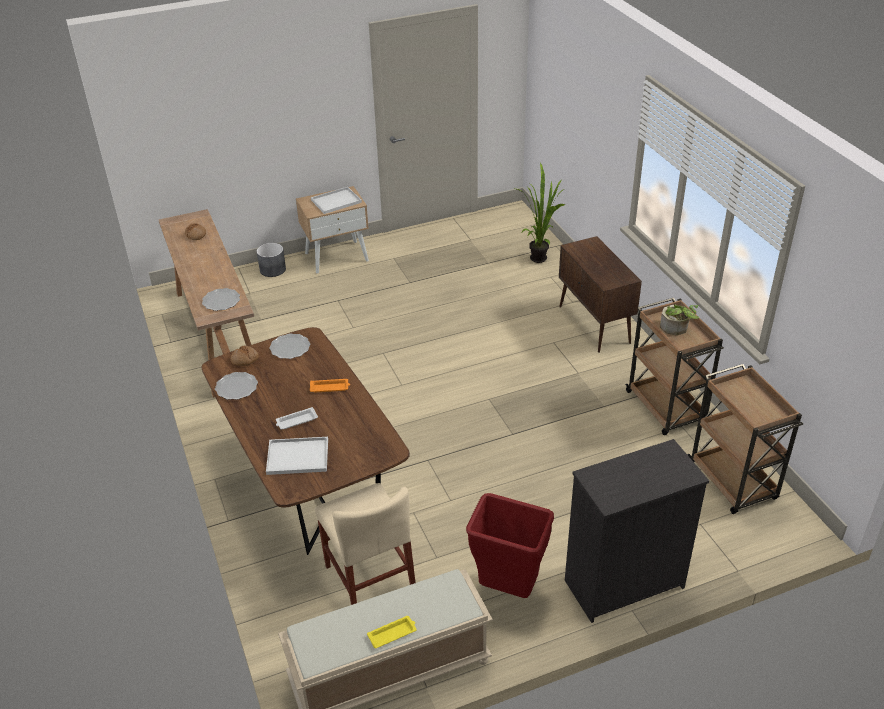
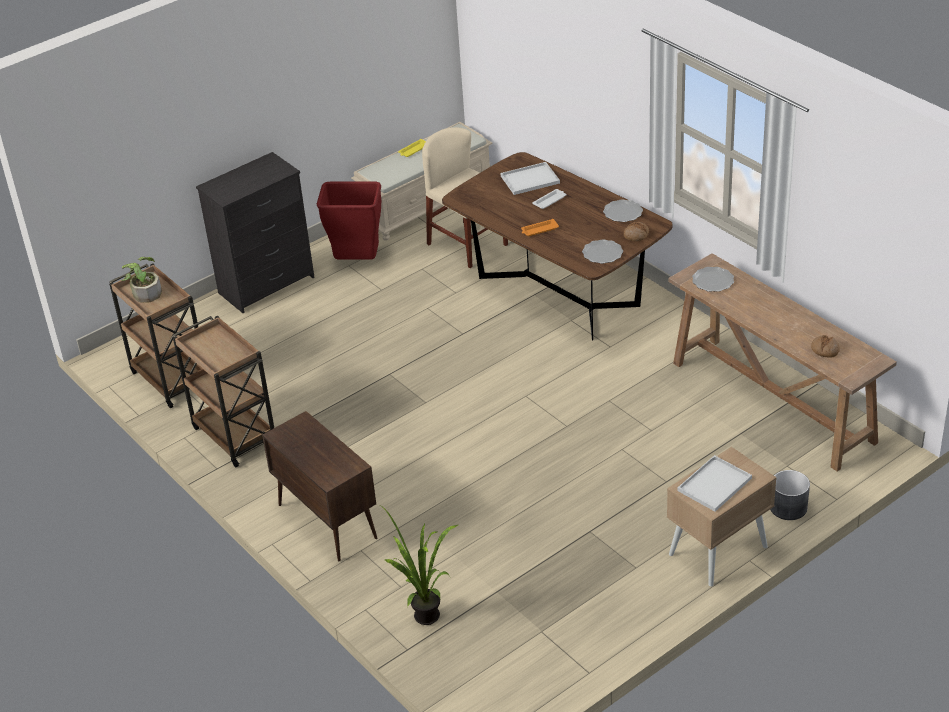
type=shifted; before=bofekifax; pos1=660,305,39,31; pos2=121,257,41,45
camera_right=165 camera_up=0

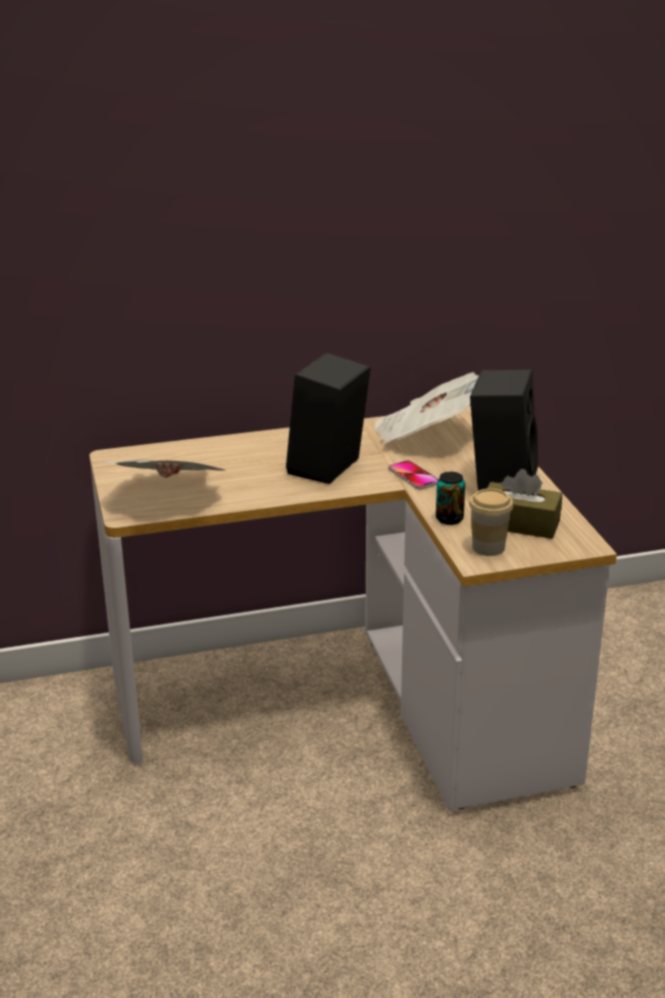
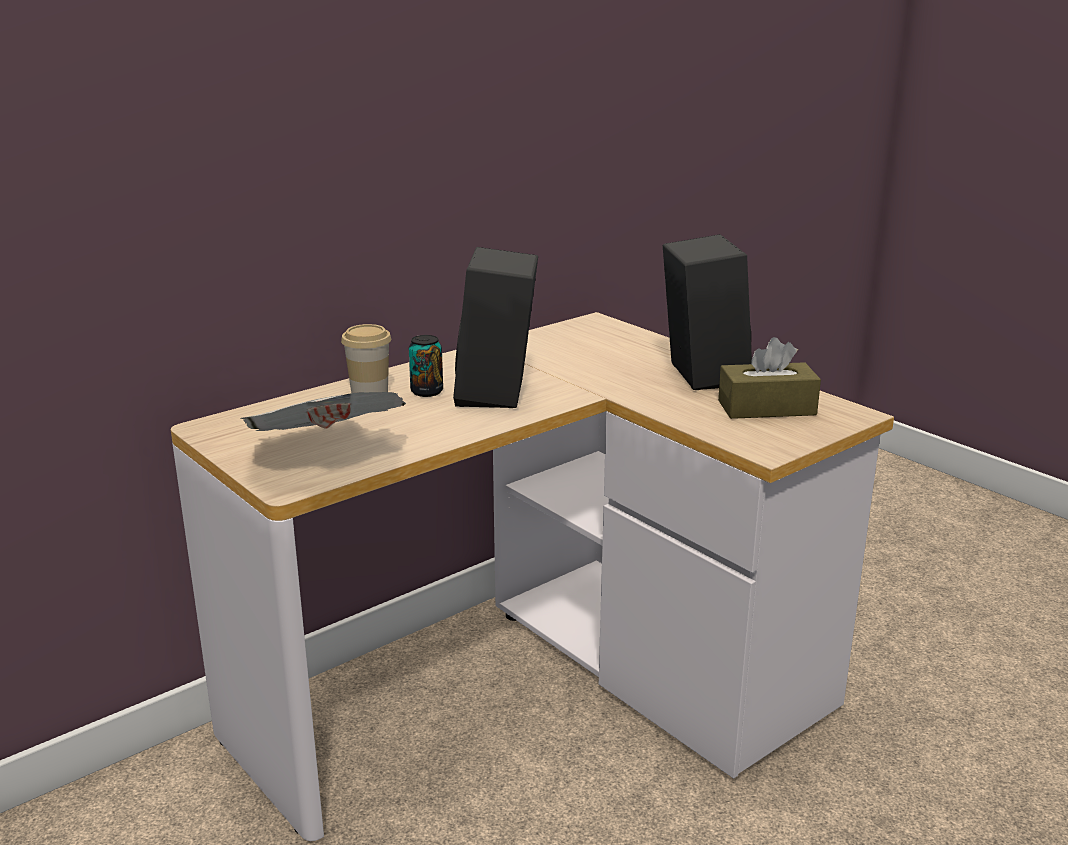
type=gone; before=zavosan; pos1=374,372,105,72
type=gone; before=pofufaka; pos1=388,460,51,30
type=shifted; before=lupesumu; pos1=436,472,29,53; pos2=409,335,34,62
type=shifted; before=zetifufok; pos1=469,489,44,67; pos2=341,324,50,69
camera_right=-25 camera_up=-5

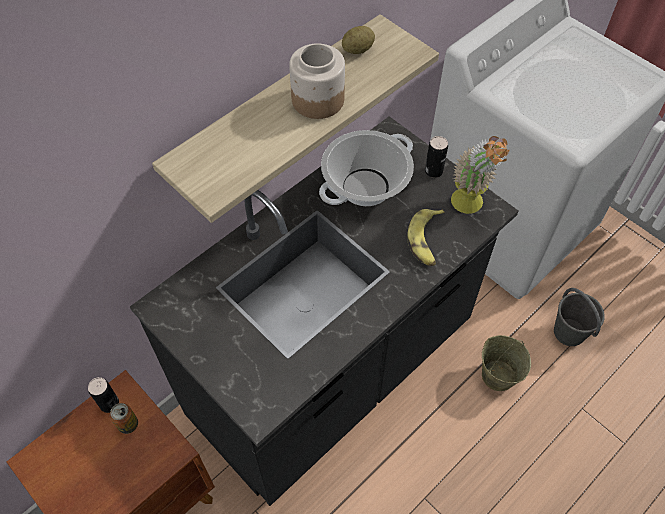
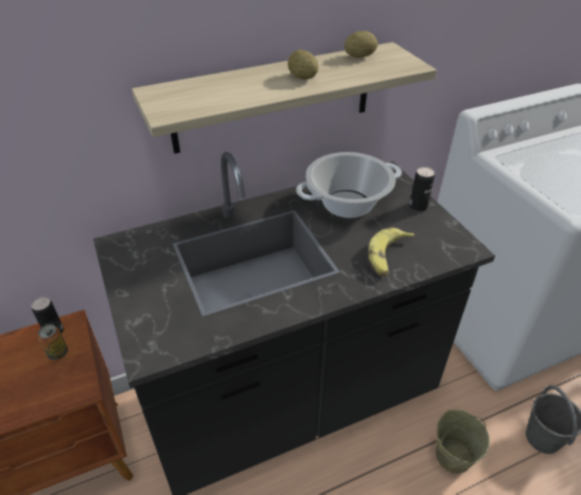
type=gone; before=bofekifax; pos1=451,136,59,78
type=swapped; before=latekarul; after=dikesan; pos1=289,43,56,76; pos2=288,50,31,30
camera_right=20 camera_up=-15

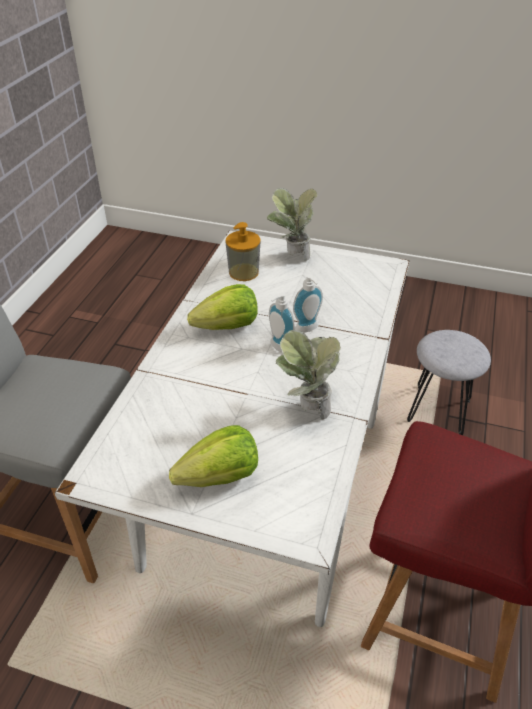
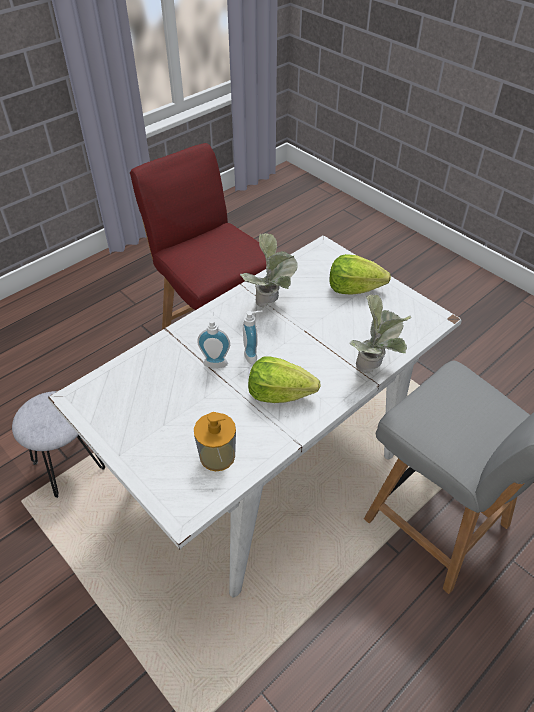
type=shifted; before=bofekifax; pos1=266,188,52,73; pos2=350,294,61,79
camera_right=-150 camera_up=5

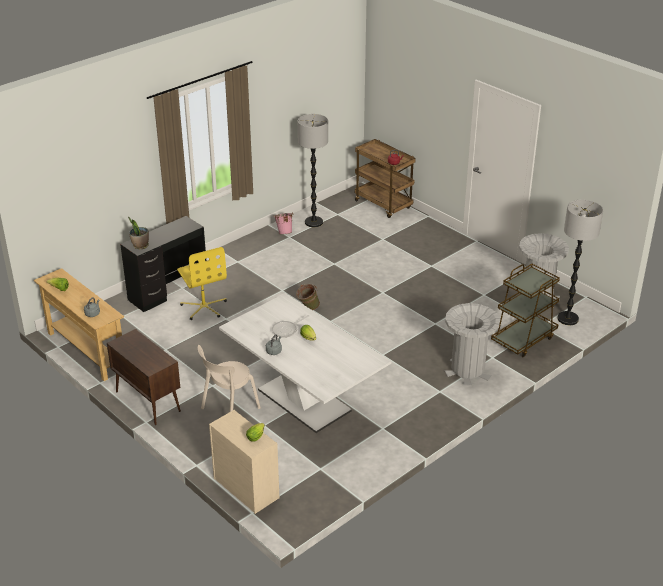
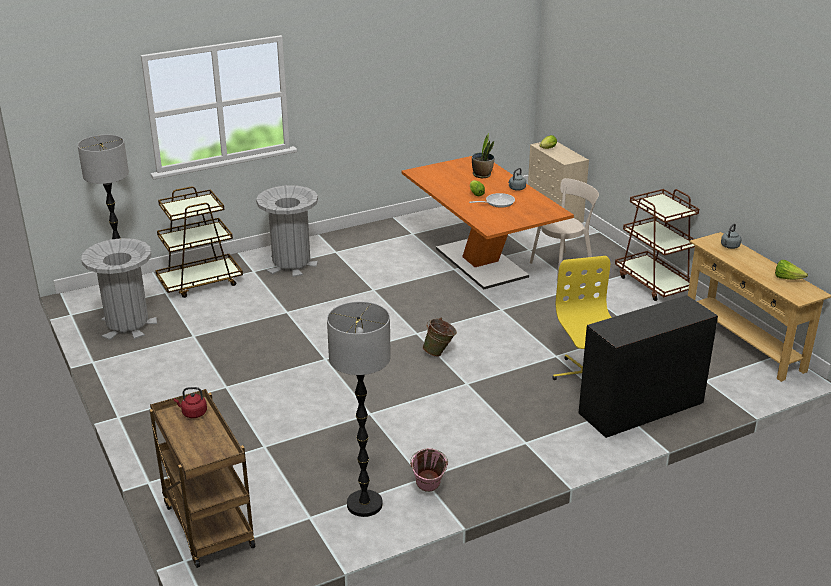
type=shifted; before=bofekifax; pos1=128,216,21,33; pos2=472,133,23,45
type=swapped; before=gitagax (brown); after=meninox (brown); pos1=107,329,74,96; pos2=615,189,84,112
type=repainted; before=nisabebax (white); after=nisabebax (orange); pos1=219,293,172,140; pos2=401,156,173,133
camera_right=-165 camera_up=-5

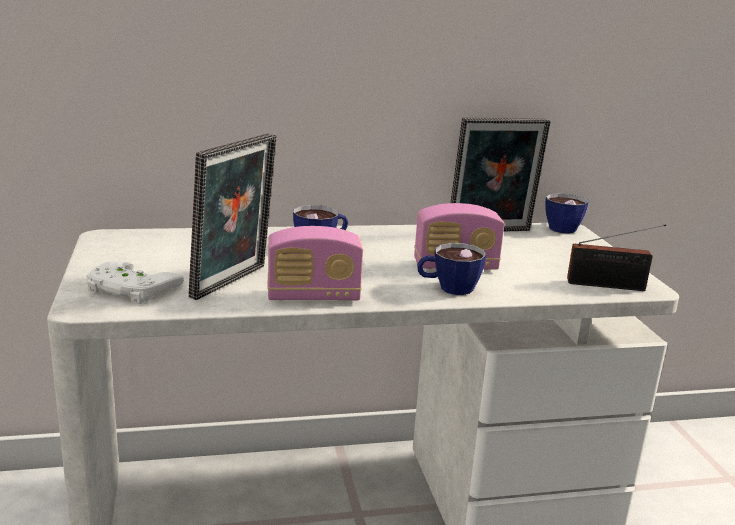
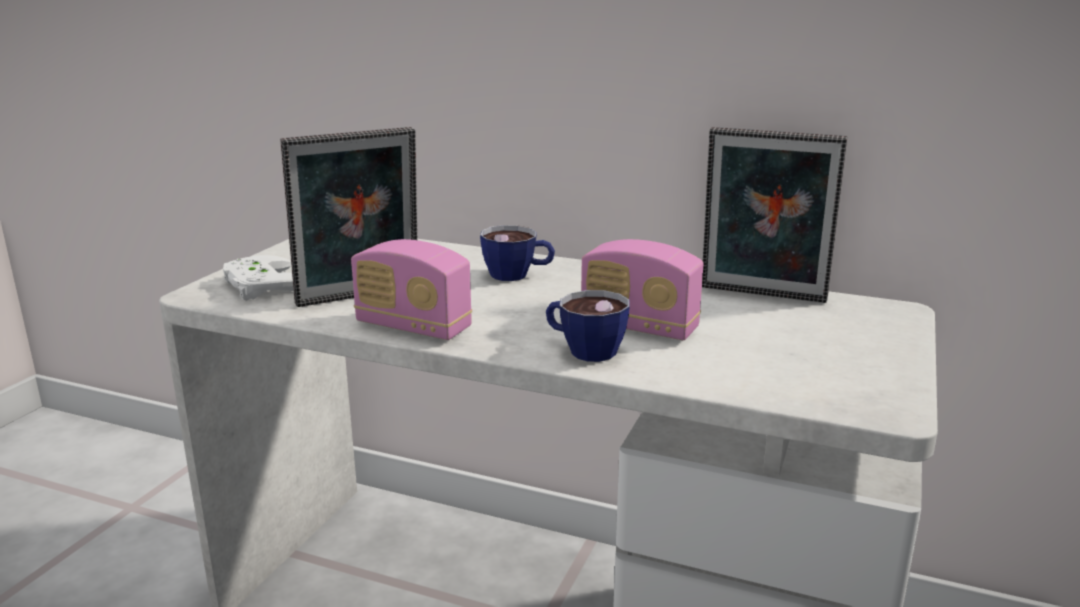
type=gone; before=zetifufok; pos1=545,193,44,40
type=gone; before=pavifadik; pos1=567,224,99,67
camera_right=35 camera_up=0

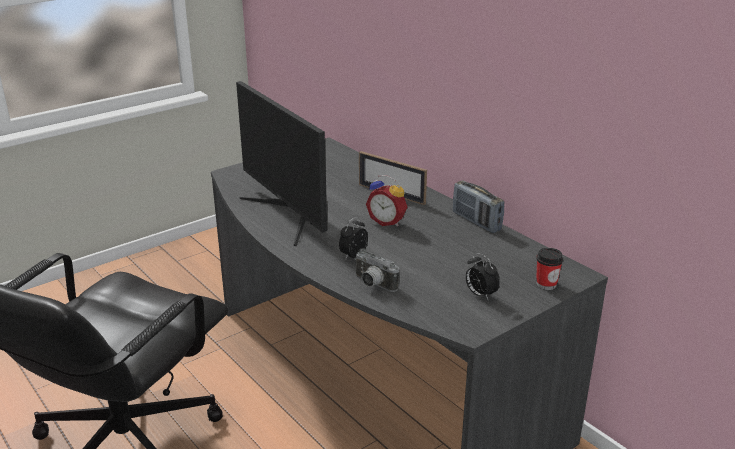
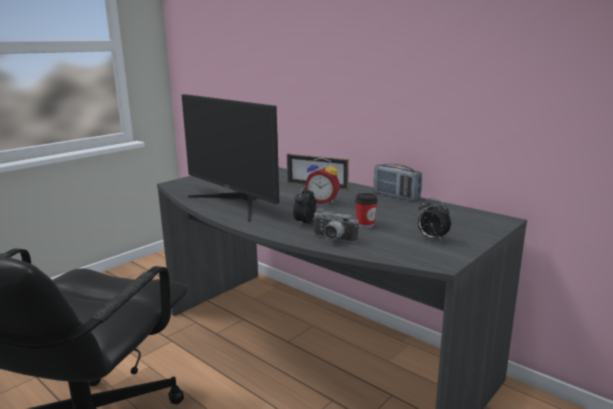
type=shifted; before=zetifufok; pos1=536,248,27,42; pos2=355,193,23,35
camera_right=-10 camera_up=-10

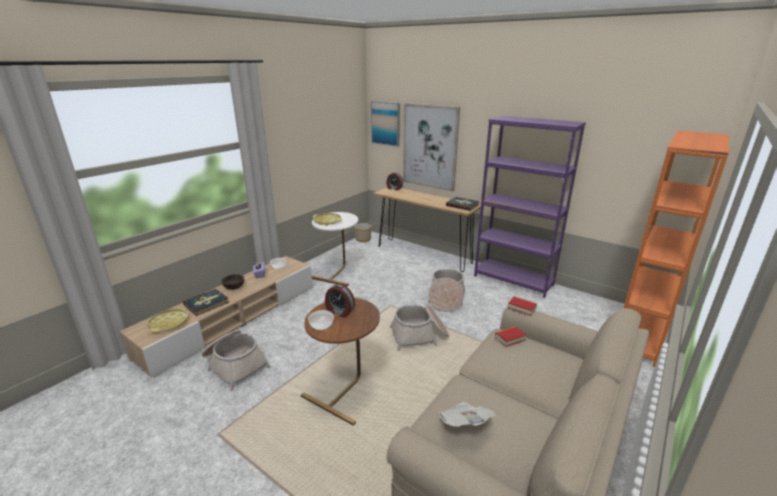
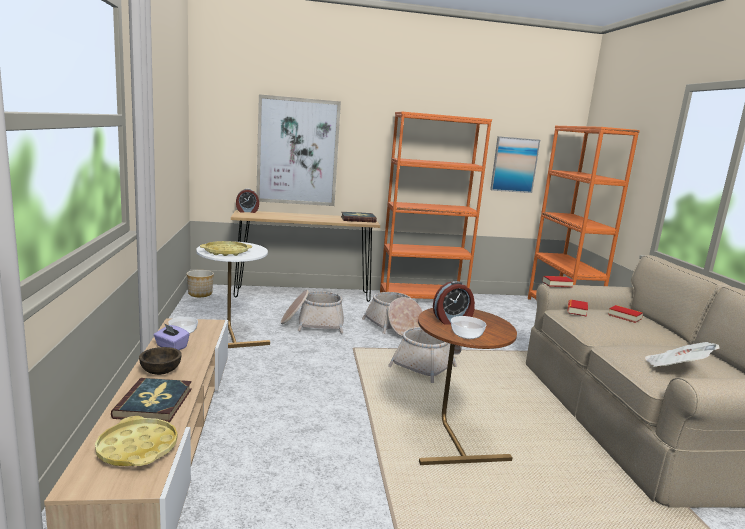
type=new; after=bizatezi; pos2=608,305,35,18
type=shifted; before=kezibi; pos1=202,330,69,61; pos2=281,290,63,44
type=shifted; before=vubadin; pos1=371,101,29,46; pos2=490,136,50,57
type=repainted; before=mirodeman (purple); after=mirodeman (orange); pos1=474,116,112,182; pos2=380,112,112,187
camera_right=-45 camera_up=-10

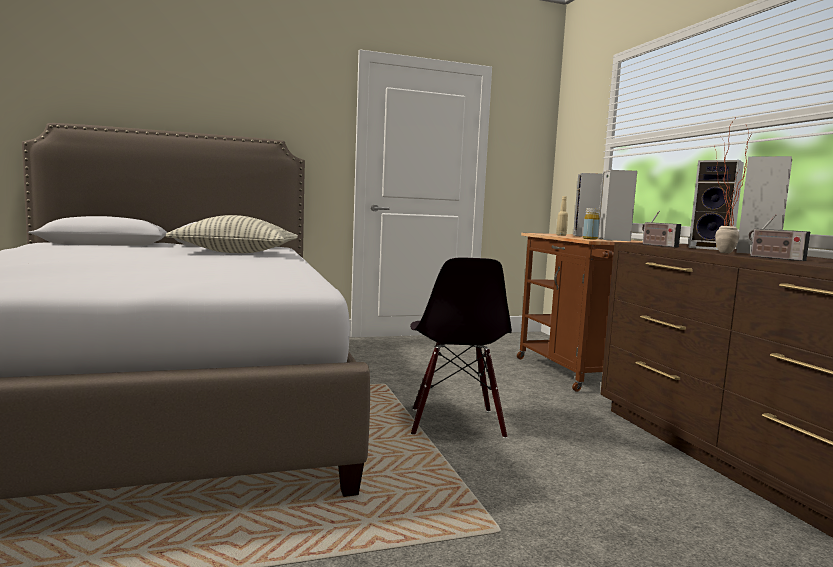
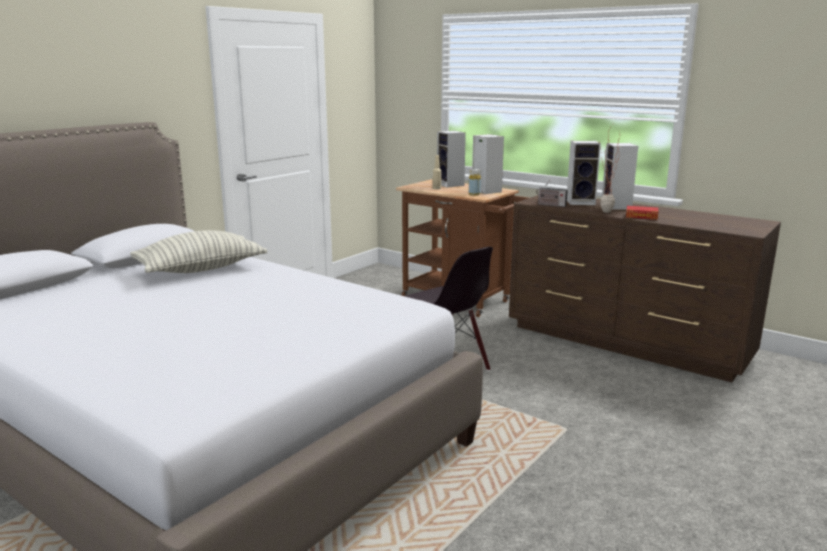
type=swapped; before=pavifadik; after=bizatezi; pos1=749,214,61,47; pos2=626,206,33,14
camera_right=-35 camera_up=10

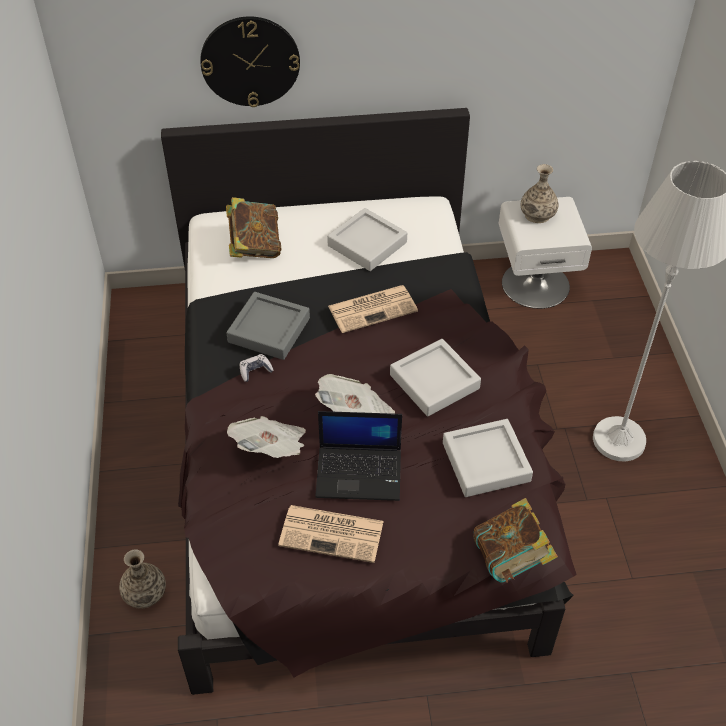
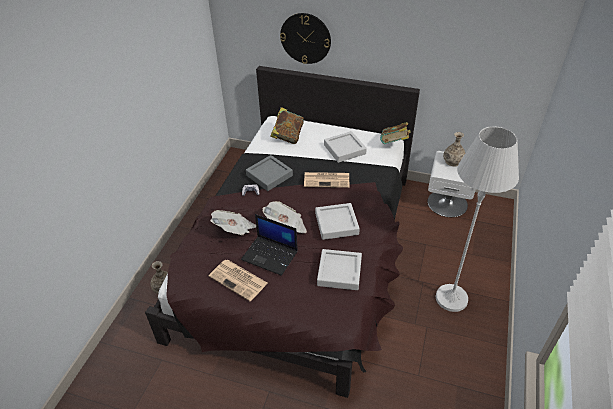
type=shifted; before=bizatezi; pos1=474,498,84,85; pos2=380,122,31,22
camera_right=25 camera_up=-5

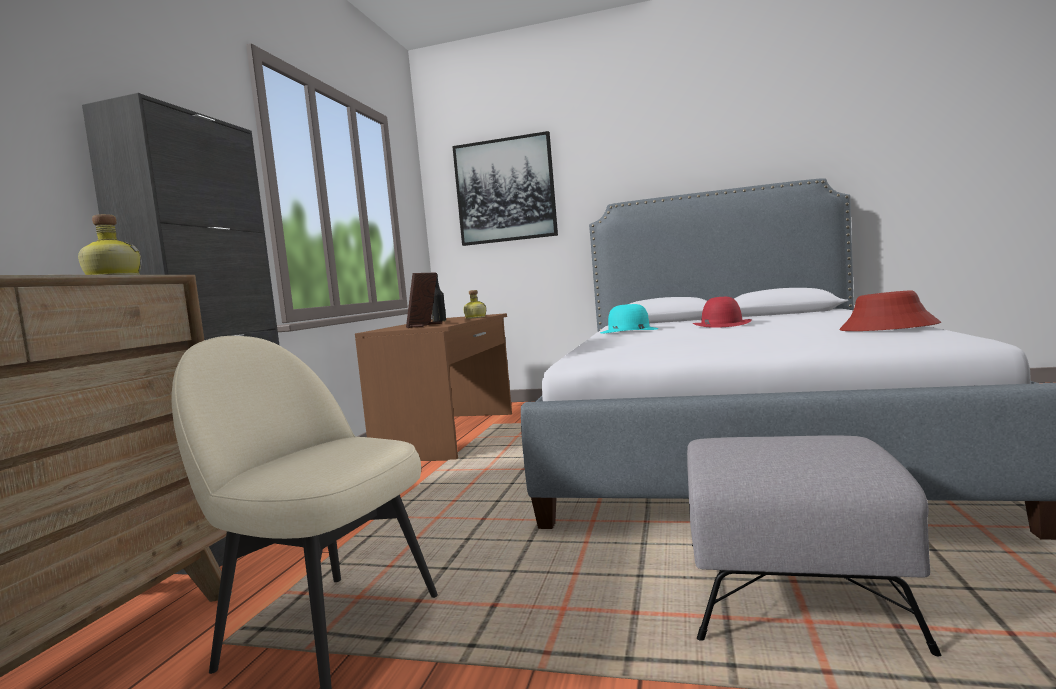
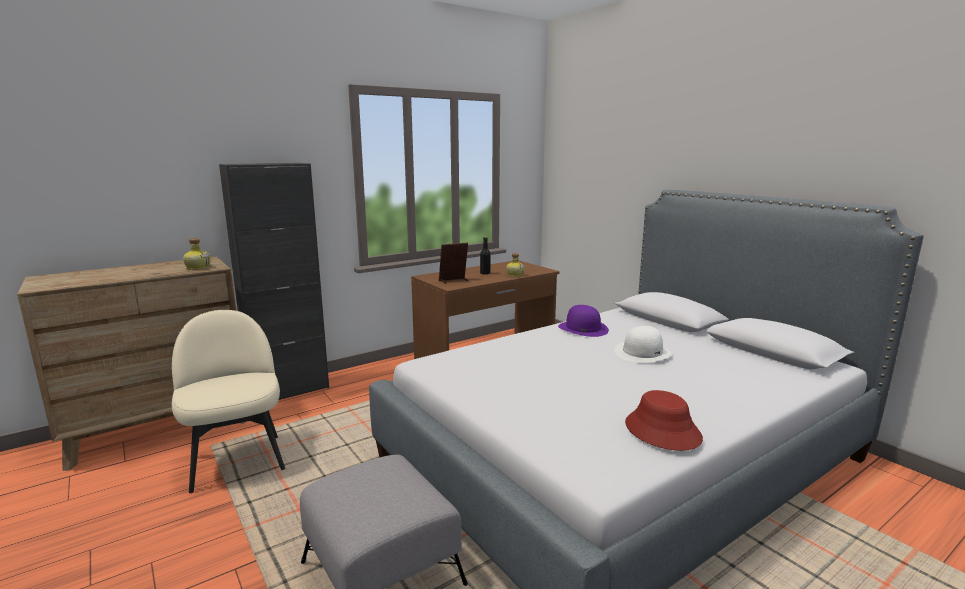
type=gone; before=vubadin; pos1=452,131,106,115
type=repainted; before=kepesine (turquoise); after=kepesine (purple); pos1=600,304,59,29; pos2=558,305,51,32
type=repainted; before=kepesine (red); after=kepesine (white); pos1=693,297,59,31; pos2=614,326,58,37
camera_right=40 camera_up=10

